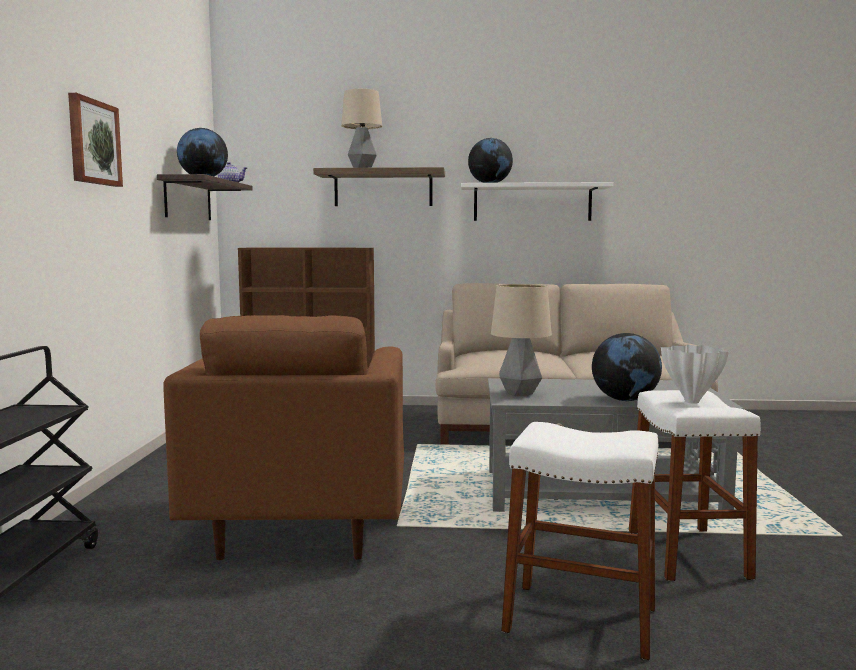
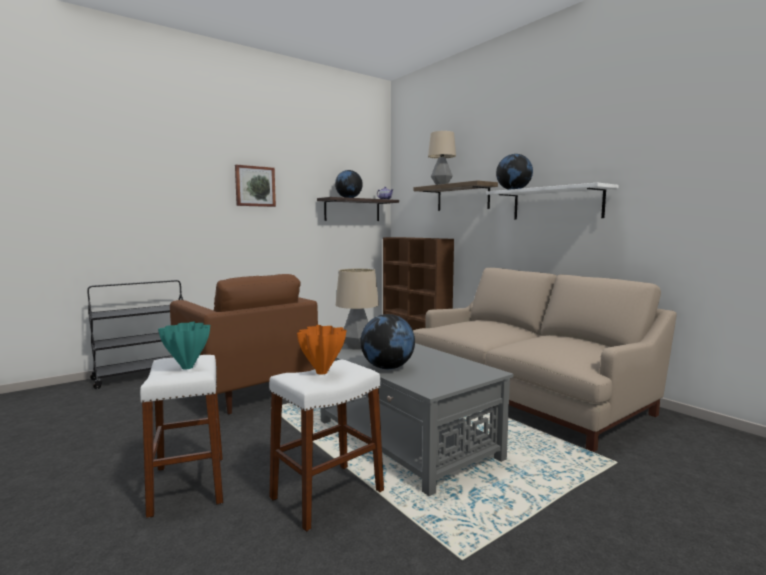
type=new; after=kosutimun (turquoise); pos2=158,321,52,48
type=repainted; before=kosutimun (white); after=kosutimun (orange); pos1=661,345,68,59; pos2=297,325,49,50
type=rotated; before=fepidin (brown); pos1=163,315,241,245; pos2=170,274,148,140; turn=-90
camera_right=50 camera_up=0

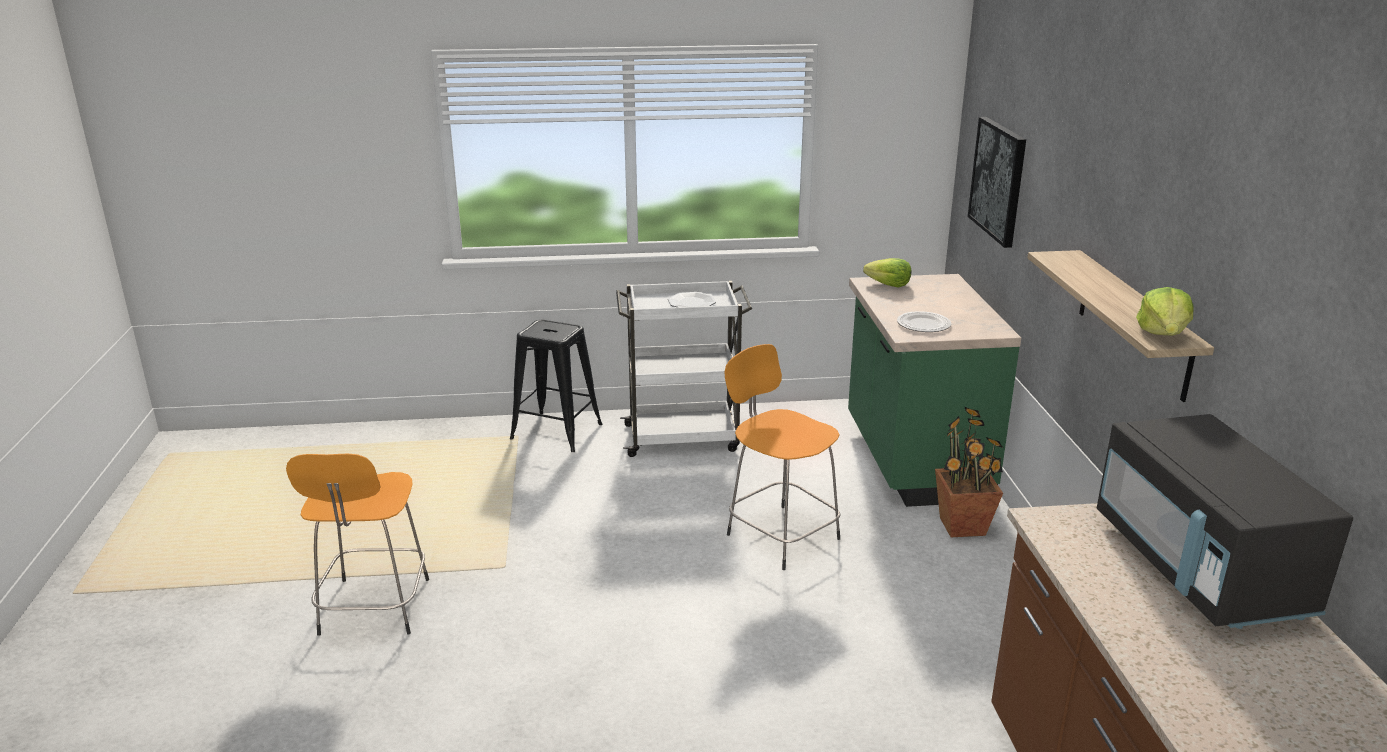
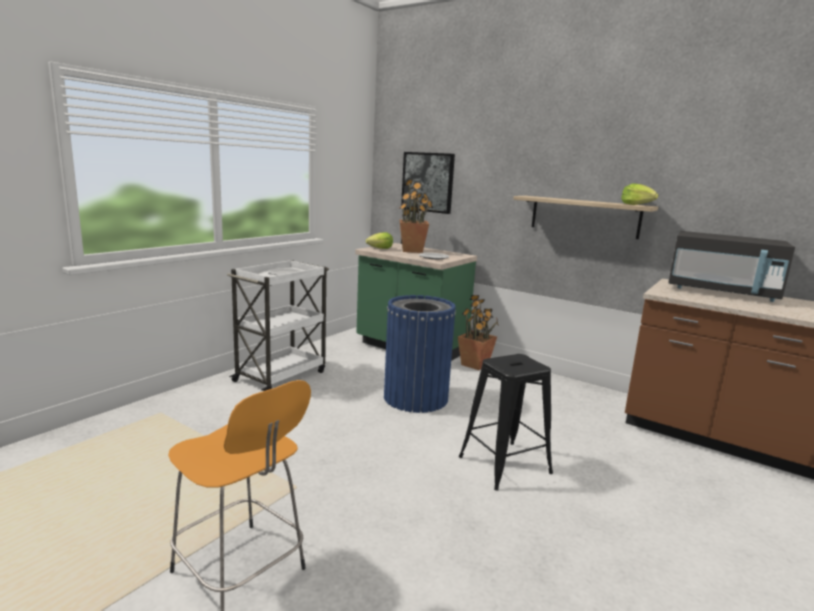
type=new; after=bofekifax; pos2=399,180,34,73
type=shifted; before=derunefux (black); pos1=510,320,92,132; pos2=459,354,94,136
type=swapped; before=derunefux (orange); after=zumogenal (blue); pos1=725,344,115,226; pos2=384,295,72,118
camera_right=-50 camera_up=-10

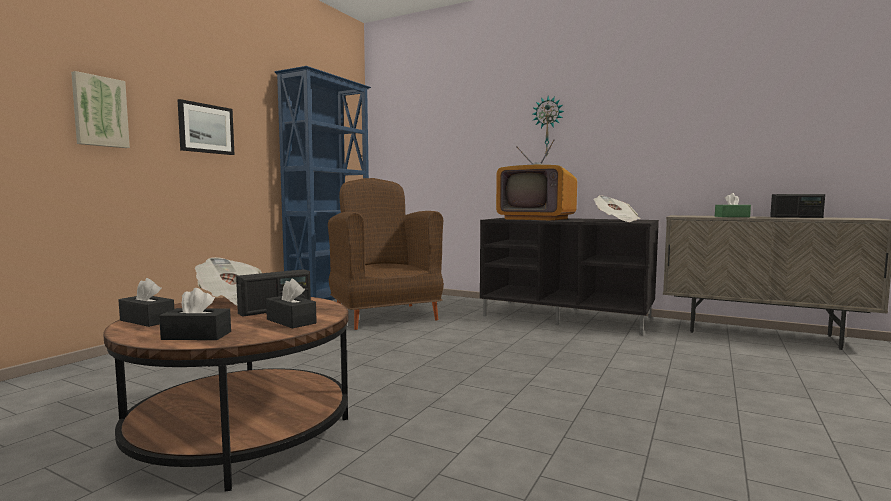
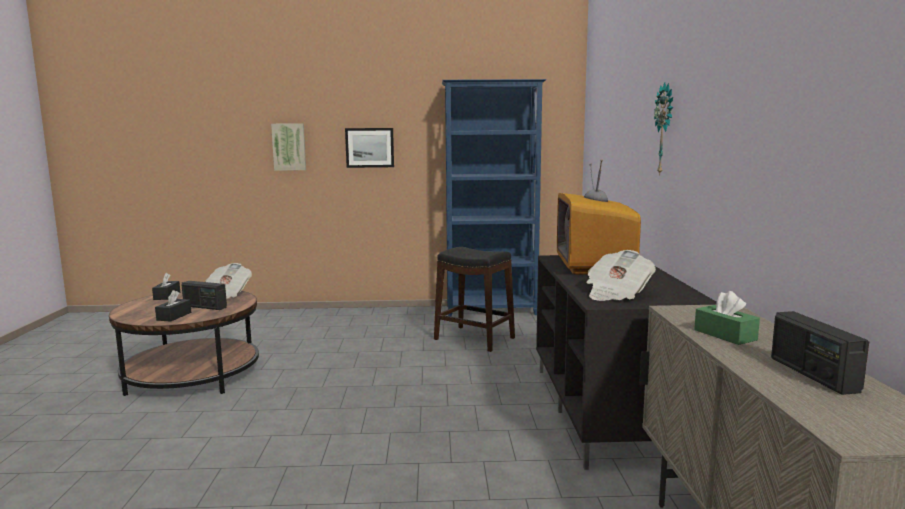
type=gone; before=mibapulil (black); pos1=159,288,72,52
type=swapped; before=fepidin (brown); after=derunefux (black); pos1=328,178,116,152; pos2=434,247,81,105
camera_right=60 camera_up=5

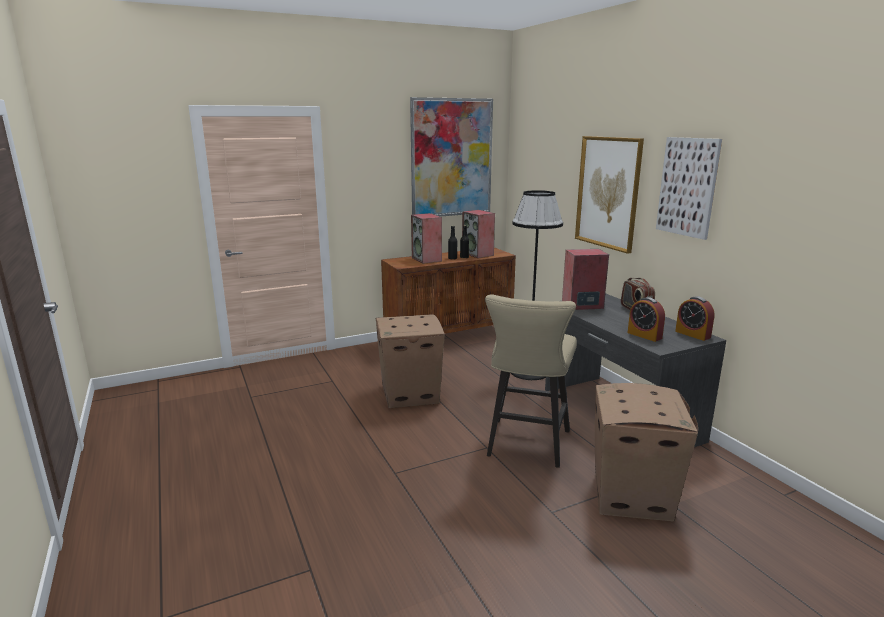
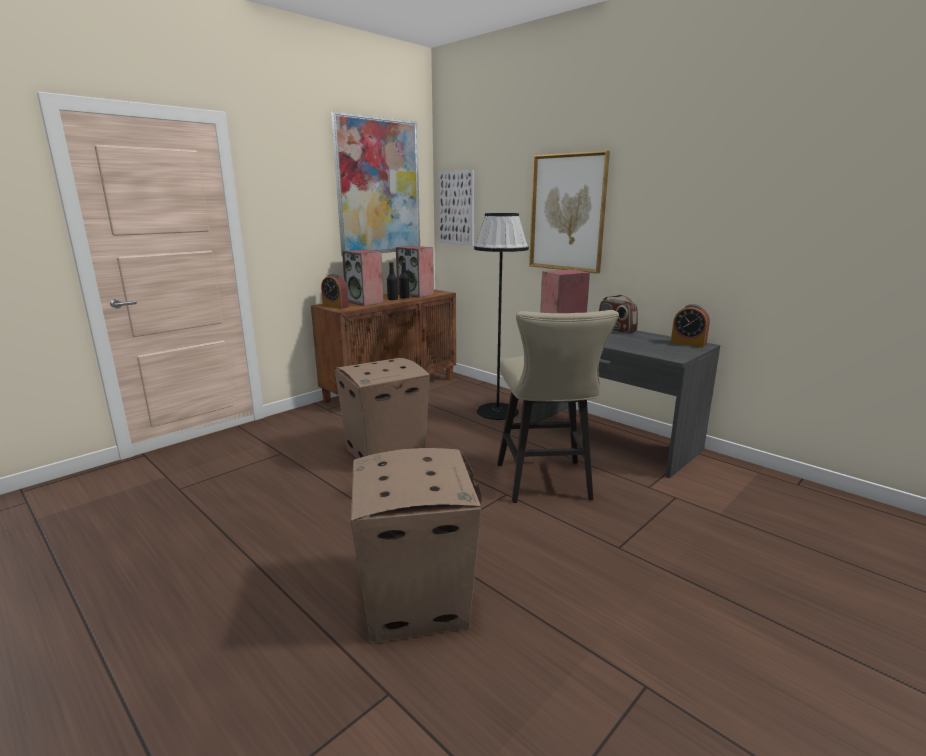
type=shifted; before=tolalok; pos1=595,383,103,139; pos2=351,448,131,195
type=shifted; before=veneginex; pos1=628,297,37,45; pos2=321,274,28,35
type=shifted; before=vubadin; pos1=656,137,66,103; pos2=439,170,36,76
camera_right=-20 camera_up=0

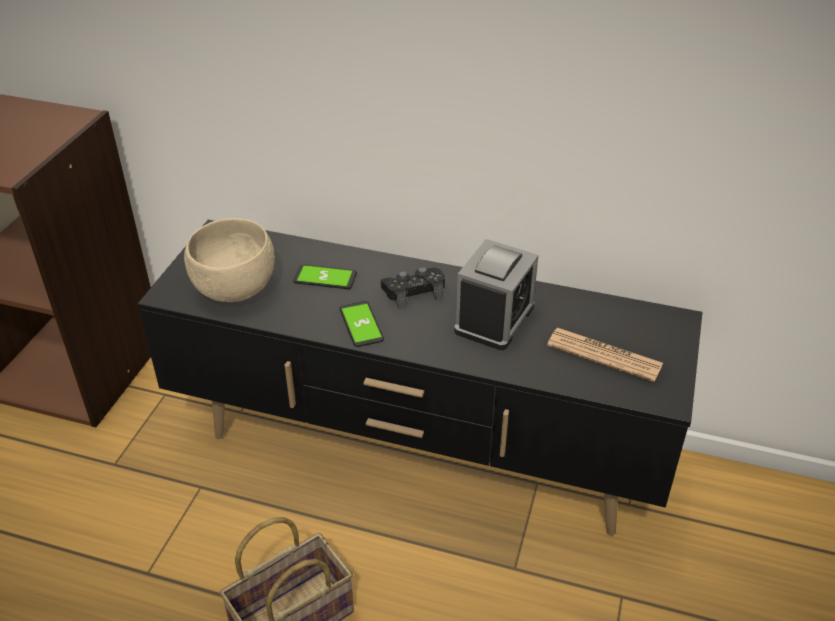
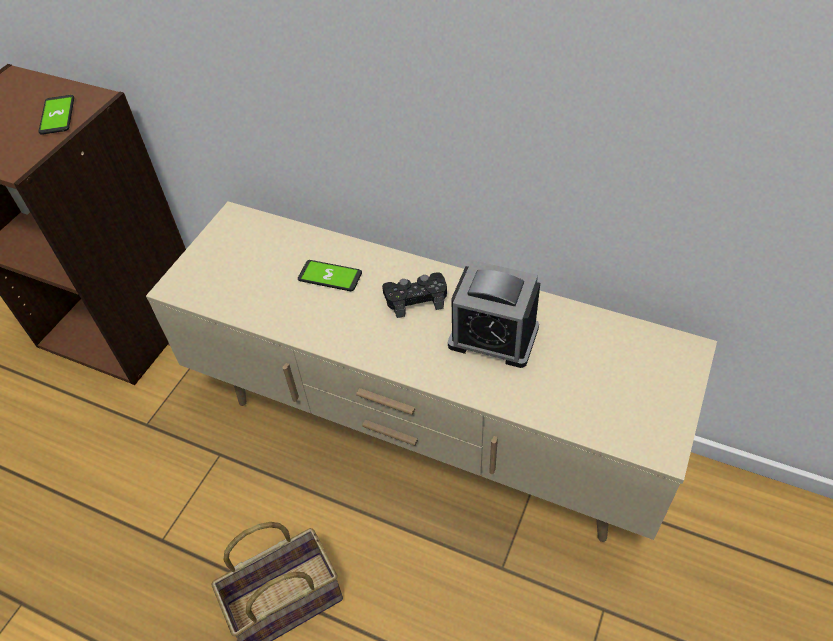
type=gone; before=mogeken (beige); pos1=184,218,91,84
type=gone; before=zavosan; pos1=547,328,116,54
type=shifted; before=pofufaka; pos1=339,301,45,46; pos2=38,95,36,40
type=repainted; before=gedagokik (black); after=gedagokik (beige); pos1=138,220,565,316; pos2=146,202,571,340
type=rotated; before=veneginex; pos1=454,239,85,111; pos2=448,260,92,108; turn=75
camera_right=10 camera_up=10

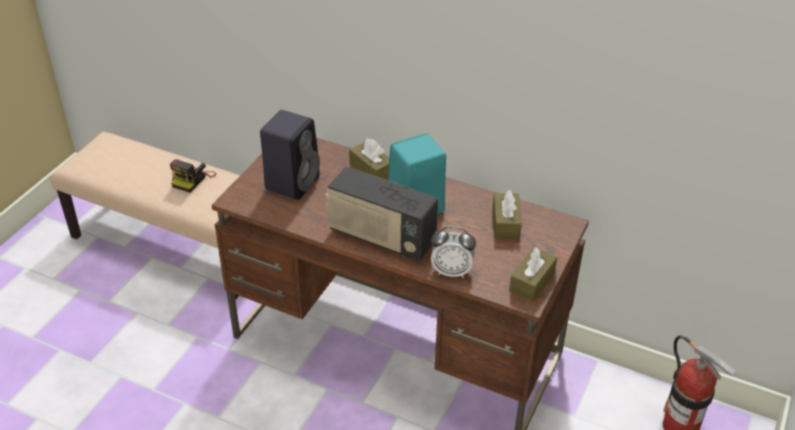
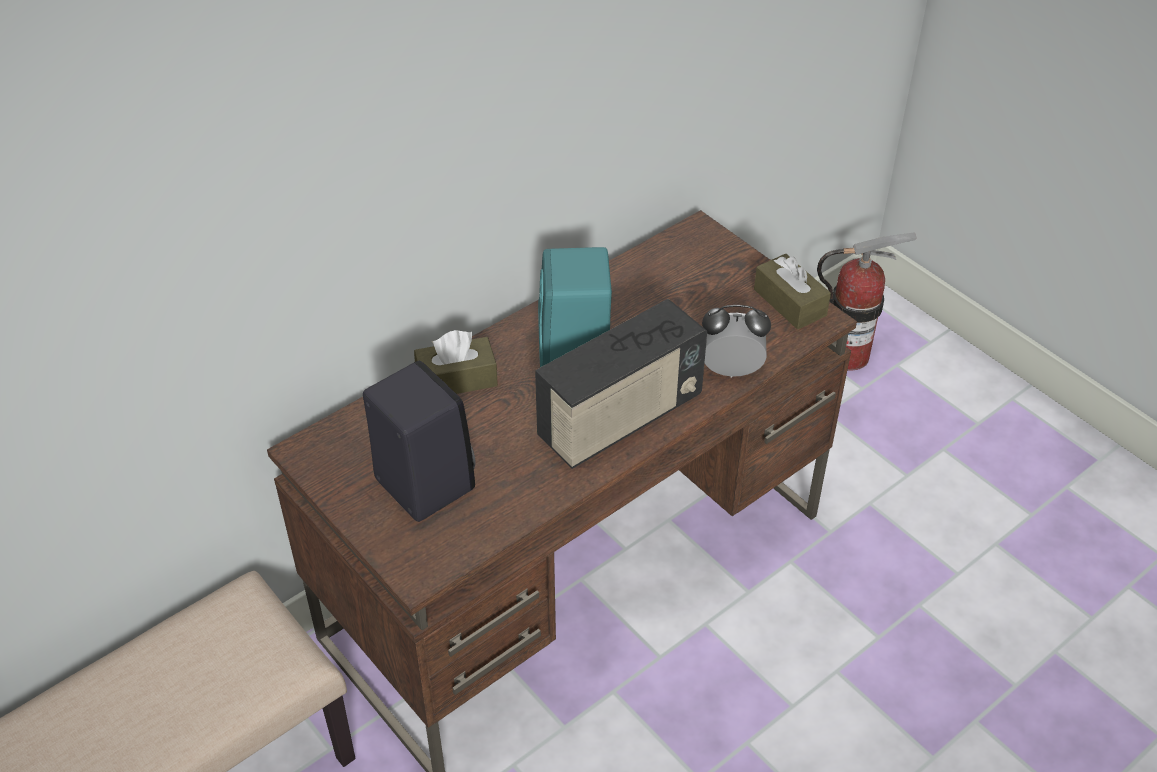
type=gone; before=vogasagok; pos1=170,159,46,34
type=gone; before=mibapulil (brown); pos1=493,190,29,49
type=rotated; before=veneginex; pos1=431,227,45,51; pos2=702,305,69,73; turn=-120
camera_right=-65 camera_up=5

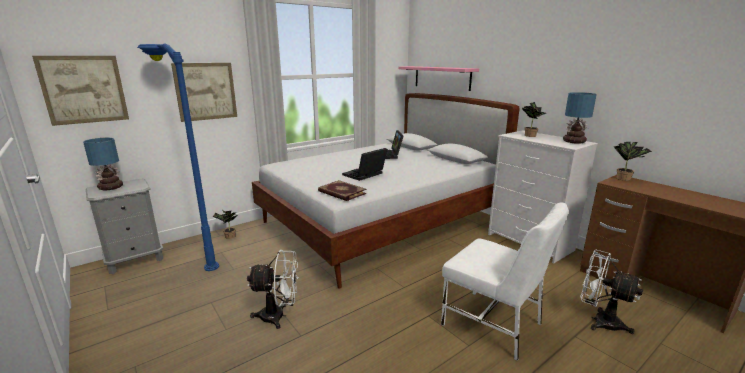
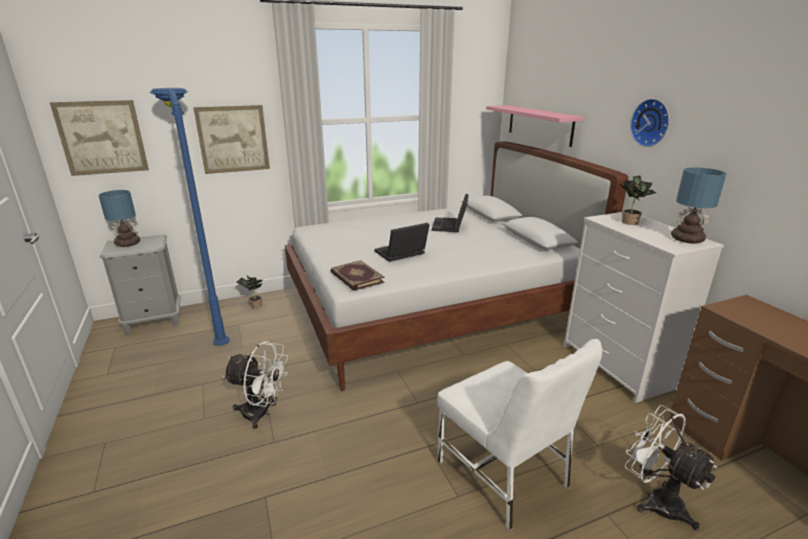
type=gone; before=bofekifax; pos1=613,142,39,39
type=new; after=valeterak; pos2=630,99,40,48
camera_right=15 camera_up=5

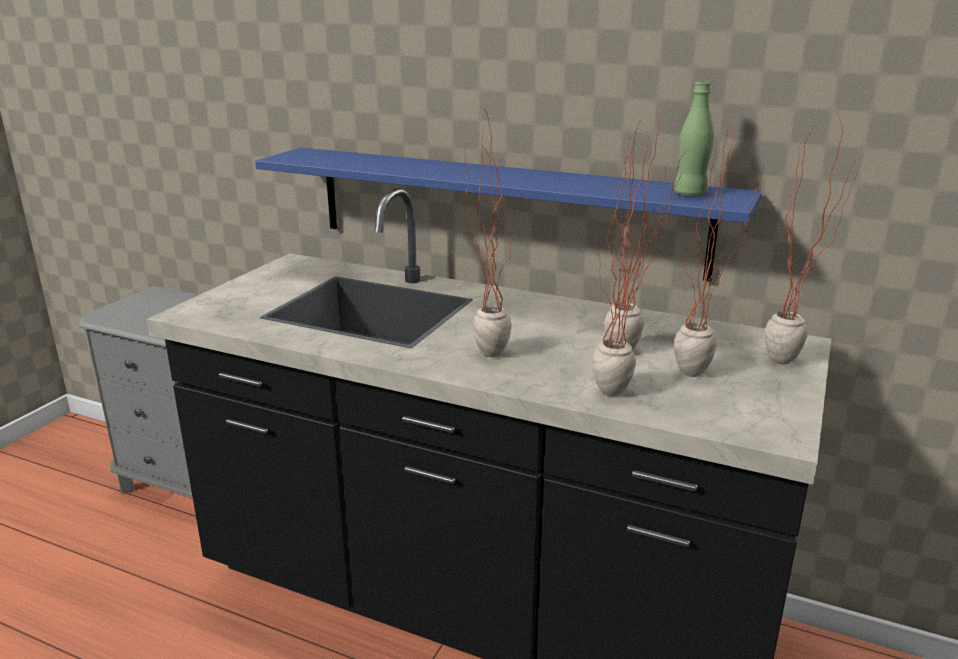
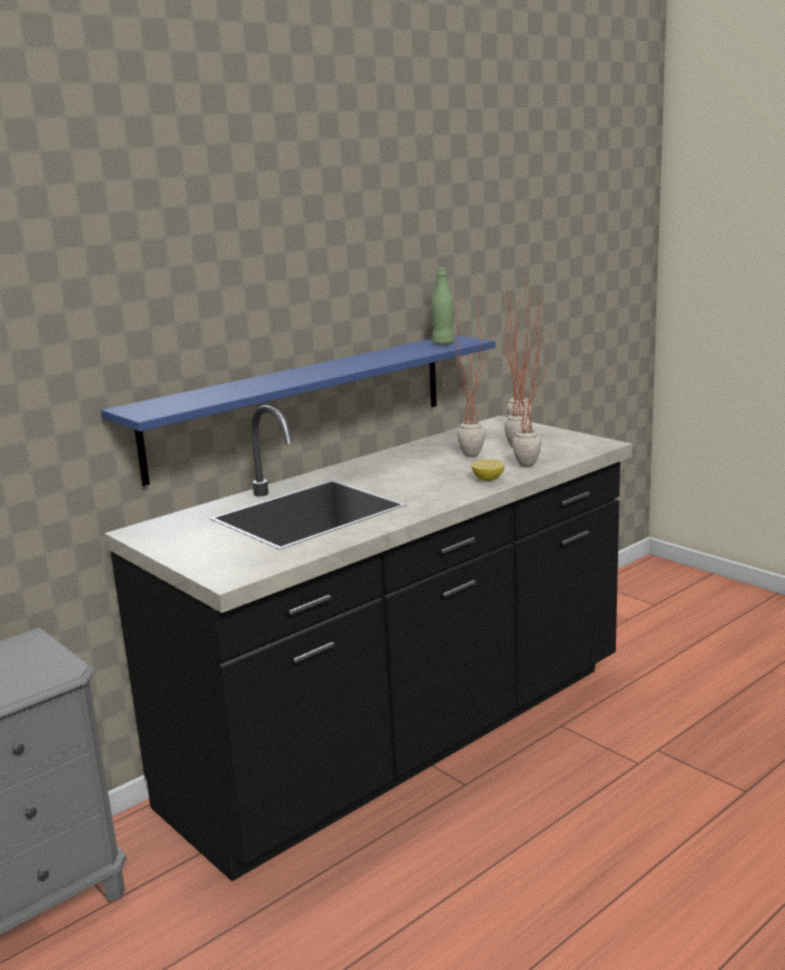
type=gone; before=bofekifax; pos1=465,107,50,250
type=new; after=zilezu; pos2=471,459,34,22
camera_right=-65 camera_up=-5

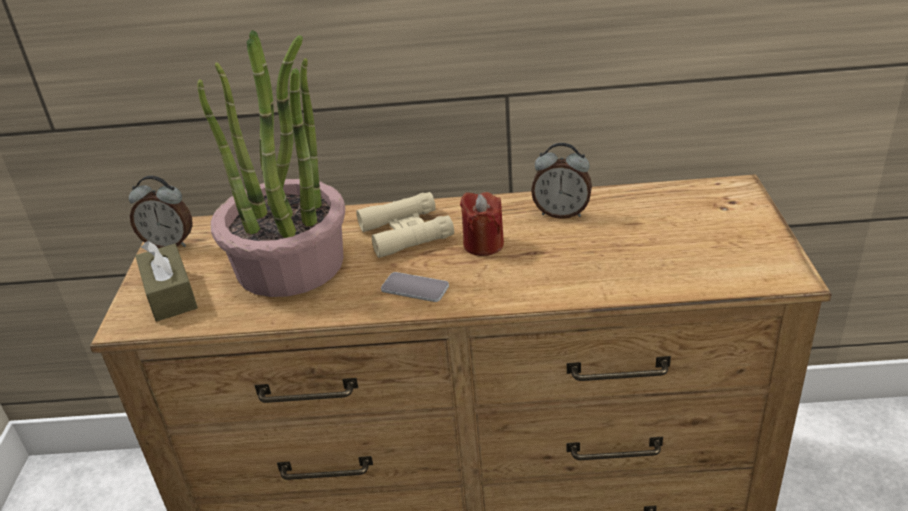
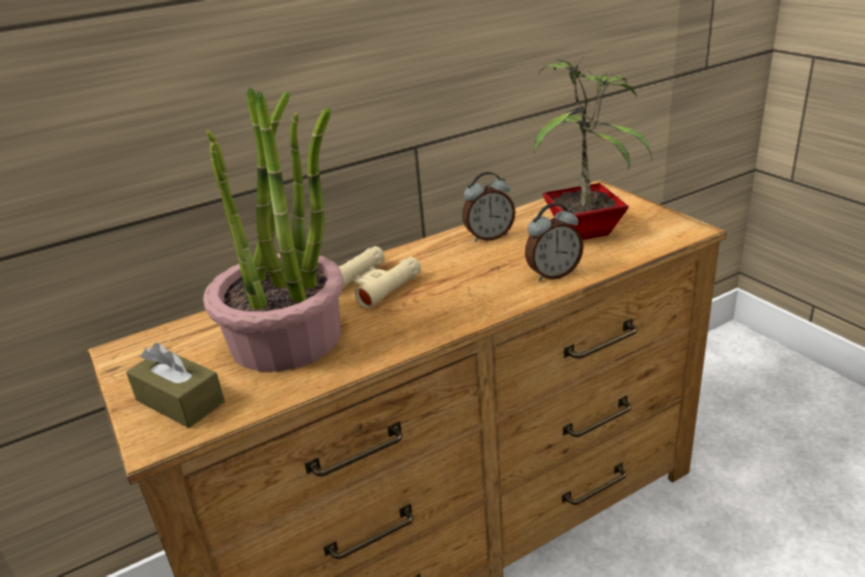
type=gone; before=pofufaka; pos1=381,272,68,30
type=gone; before=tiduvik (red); pos1=460,192,44,64
type=new; after=bofekifax; pos2=534,58,118,182
type=shifted; before=veneginex; pos1=129,176,64,72; pos2=525,203,59,78
camera_right=-30 camera_up=-5

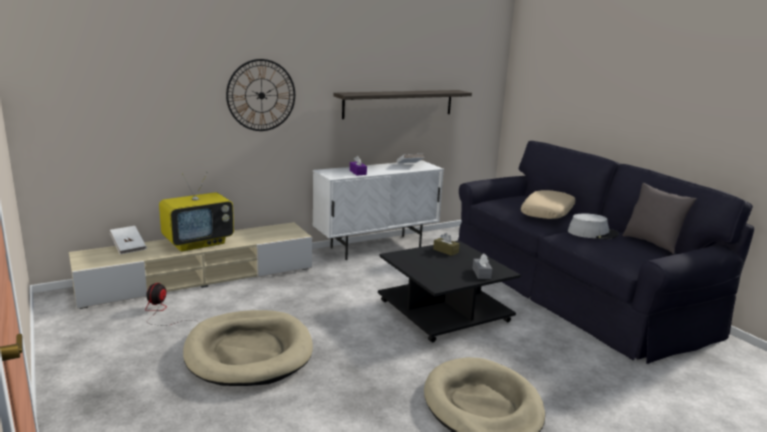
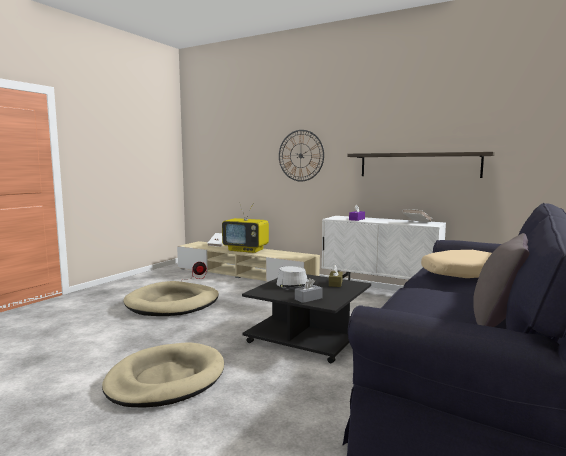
type=shifted; before=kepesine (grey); pos1=568,213,51,26; pos2=277,266,31,24
camera_right=60 camera_up=-10

